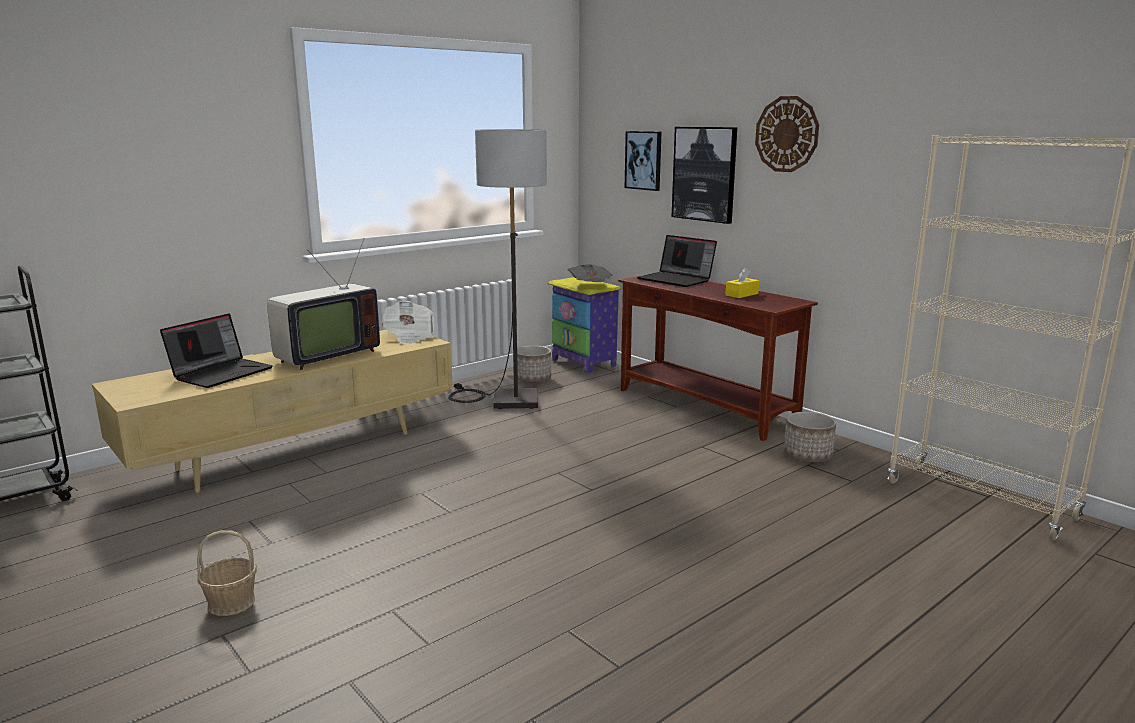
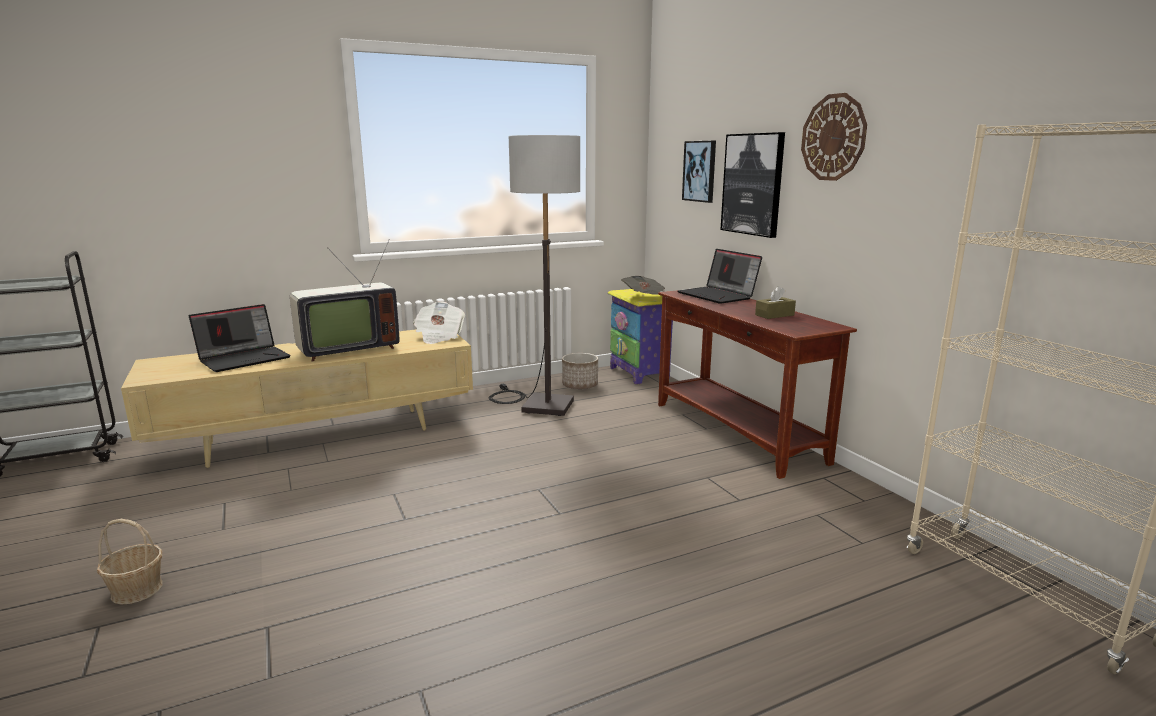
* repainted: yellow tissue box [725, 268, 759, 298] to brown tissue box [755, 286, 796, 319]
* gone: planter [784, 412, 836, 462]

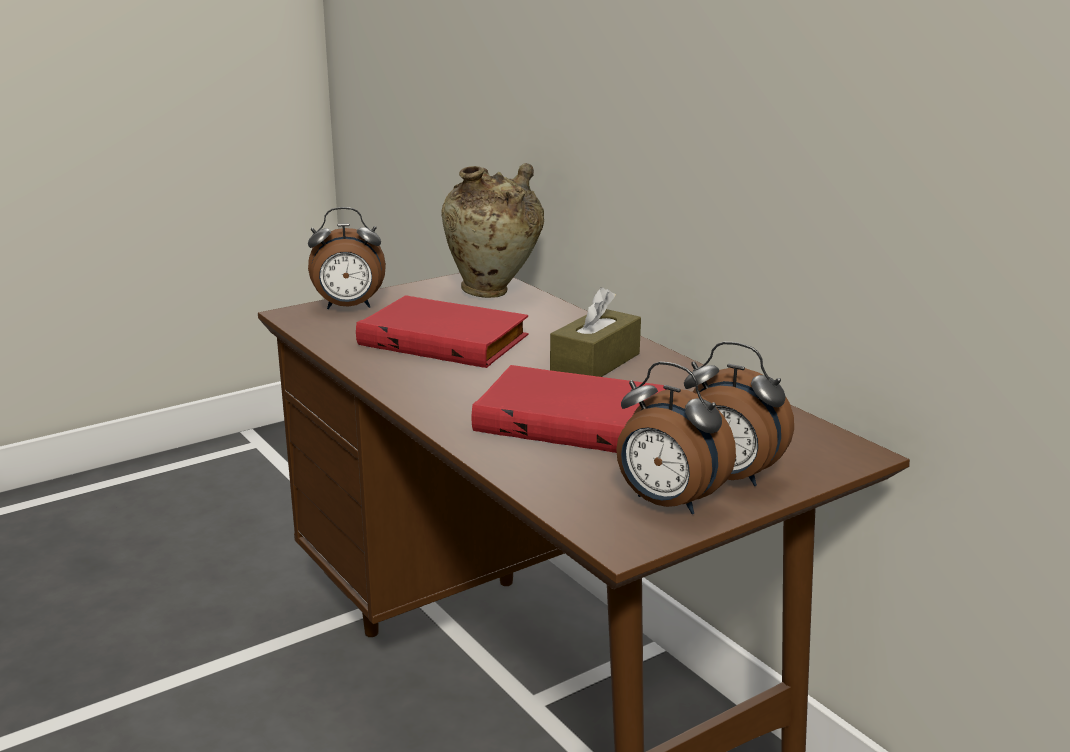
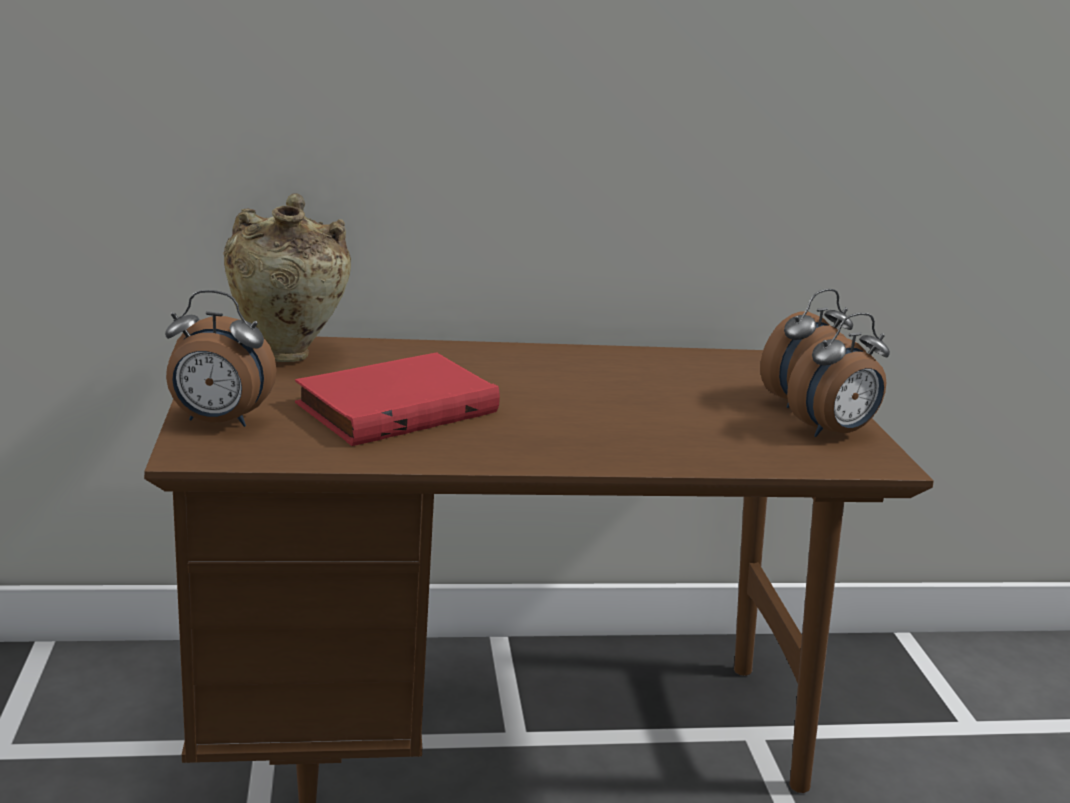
* rotated: alarm clock [308, 207, 386, 309] = [165, 290, 277, 427] 75 degrees clockwise
* gone: red book [472, 365, 666, 453]
* gone: brown tissue box [550, 287, 641, 377]

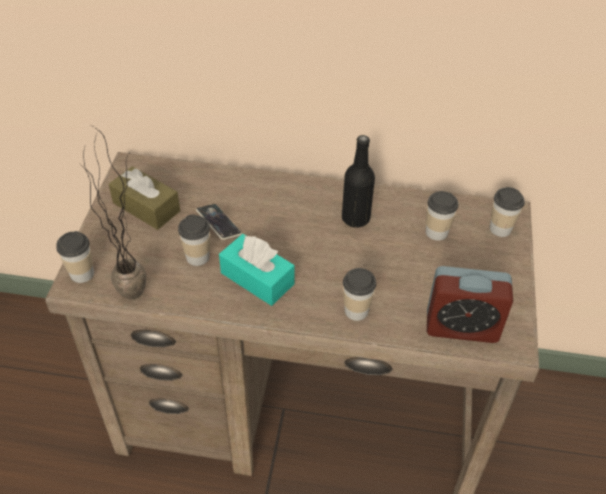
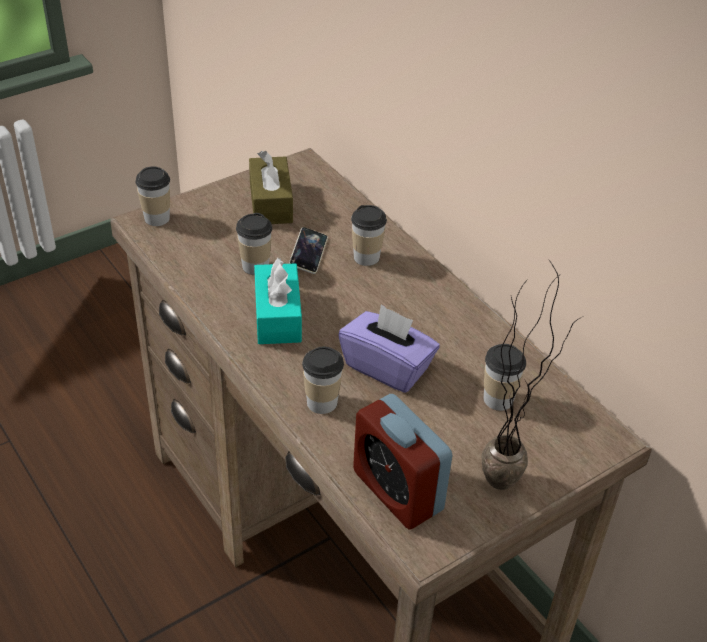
* shifted: potted plant [80, 127, 146, 300] to [482, 260, 582, 490]
* gone: black bottle [342, 135, 375, 228]
* shifted: cup [490, 187, 525, 237] to [351, 205, 387, 266]
* new: purple tissue box [338, 304, 440, 393]

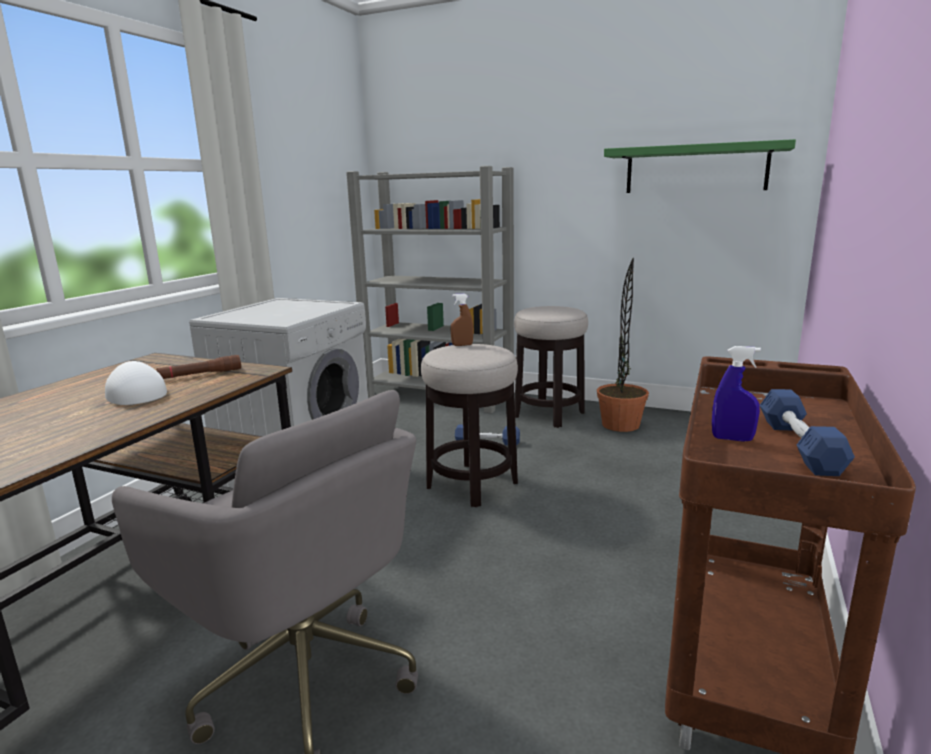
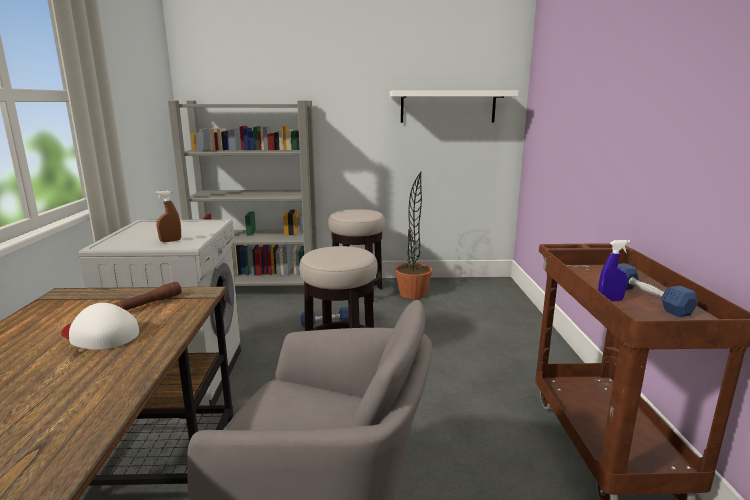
* shifted: brown spray bottle [450, 294, 473, 346] to [155, 190, 181, 242]
* repainted: green shelf [604, 139, 796, 193] to white shelf [390, 90, 519, 123]

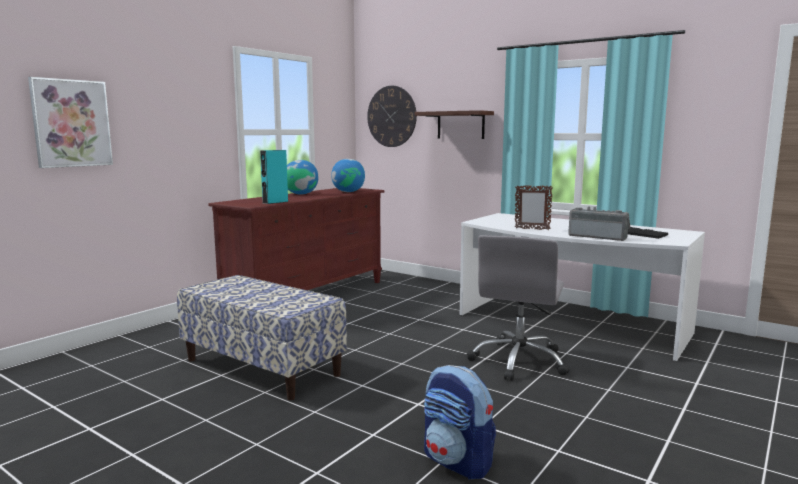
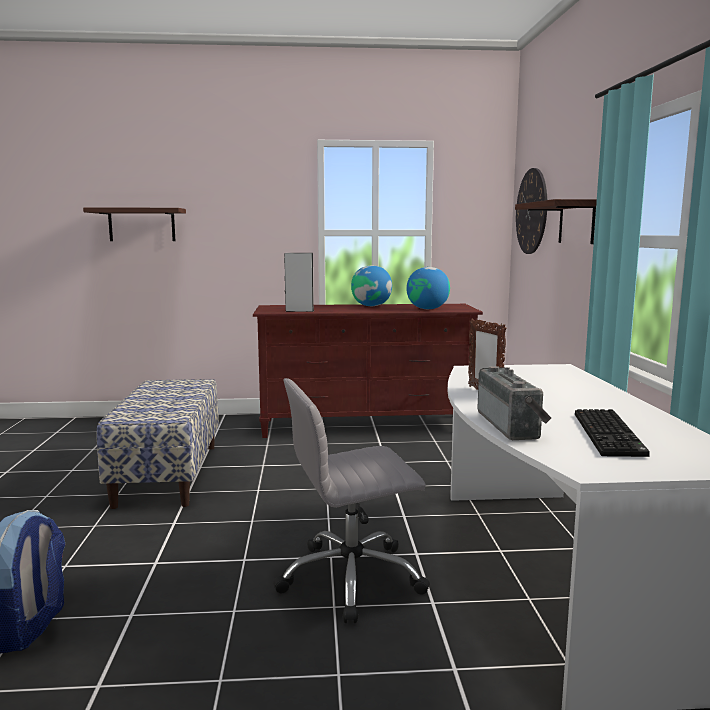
* swapped: picture [28, 77, 113, 168] to shelf [83, 207, 186, 241]
* repainted: turquoise speaker [260, 150, 288, 204] to grey speaker [284, 253, 314, 312]

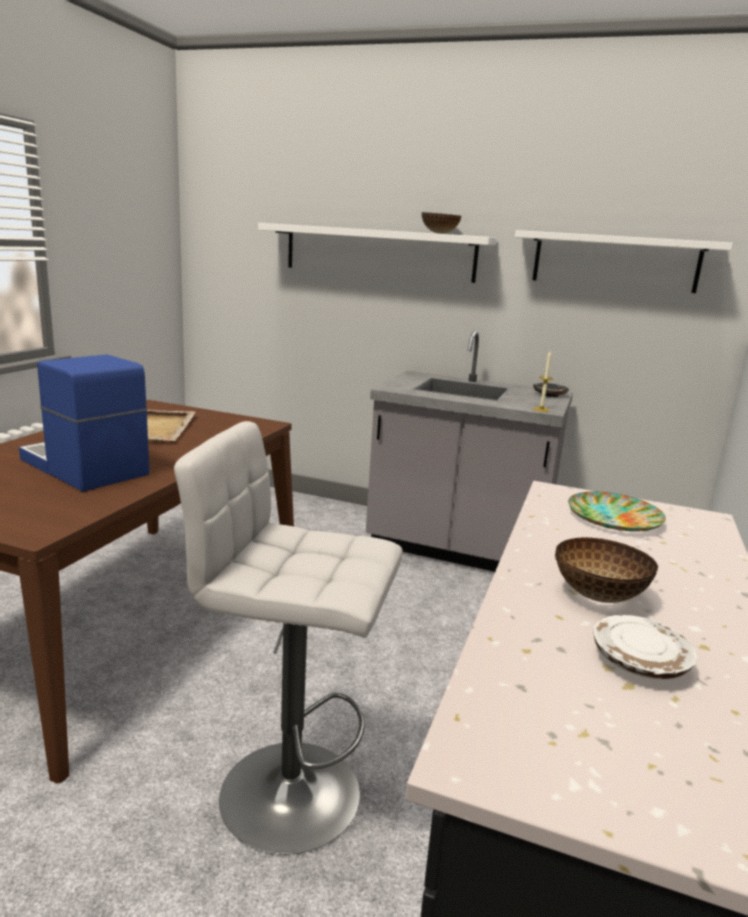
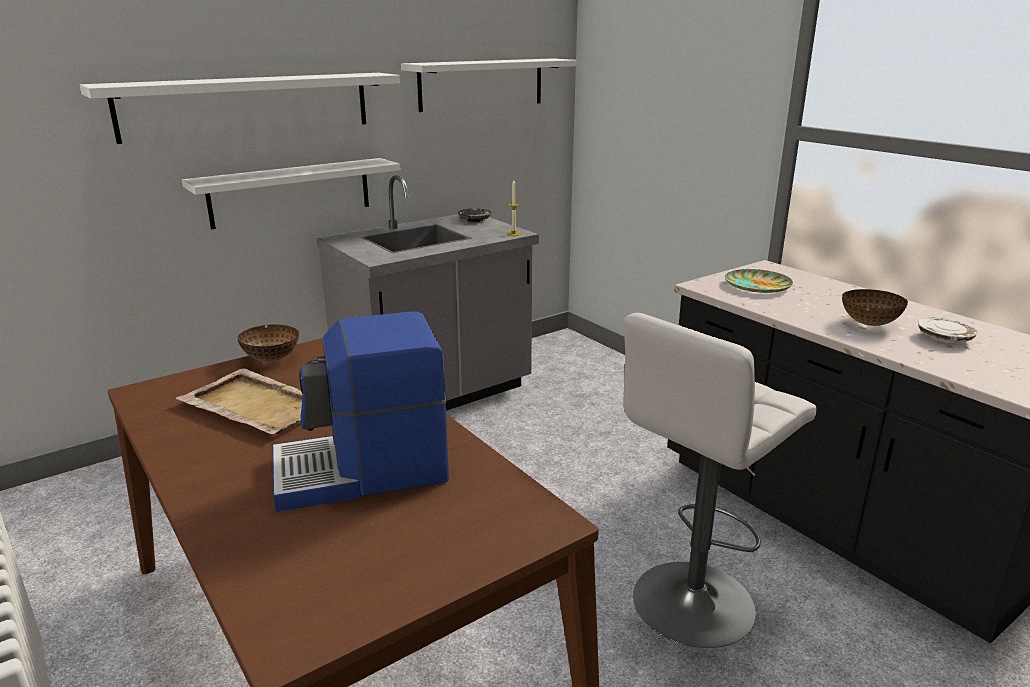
* shifted: bowl [422, 212, 461, 234] to [237, 324, 299, 362]
* new: white shelf [182, 158, 400, 230]

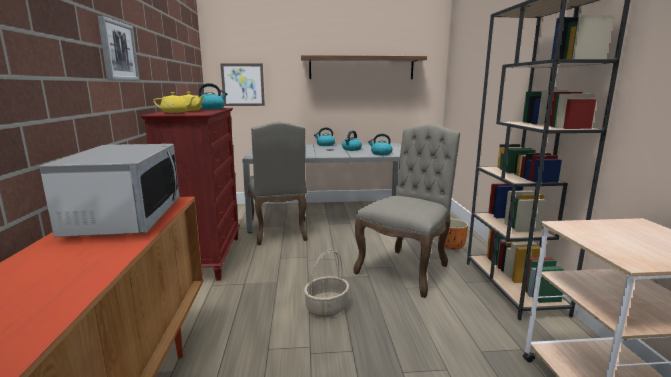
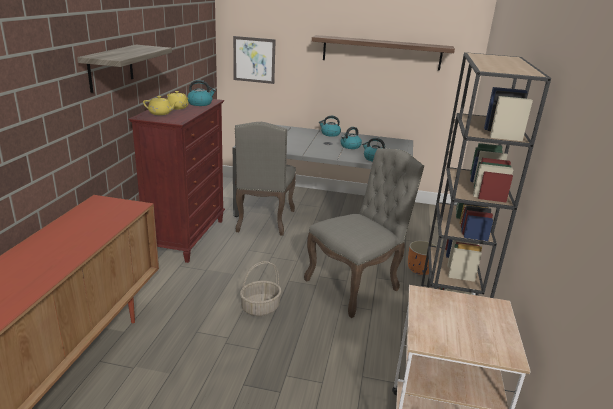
* gone: microwave [39, 144, 180, 237]
* swapped: picture [98, 16, 140, 81] to shelf [77, 45, 172, 93]

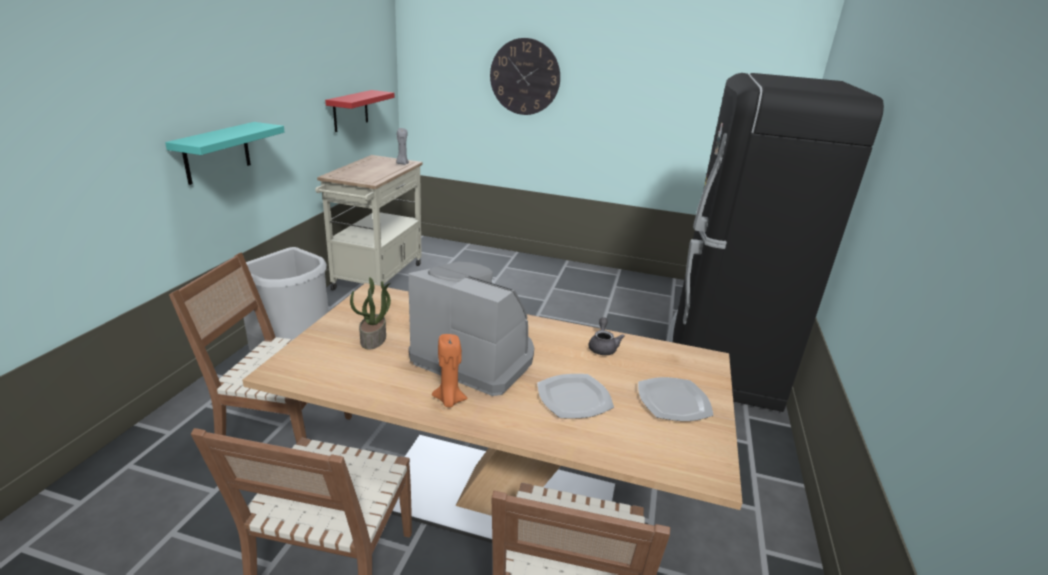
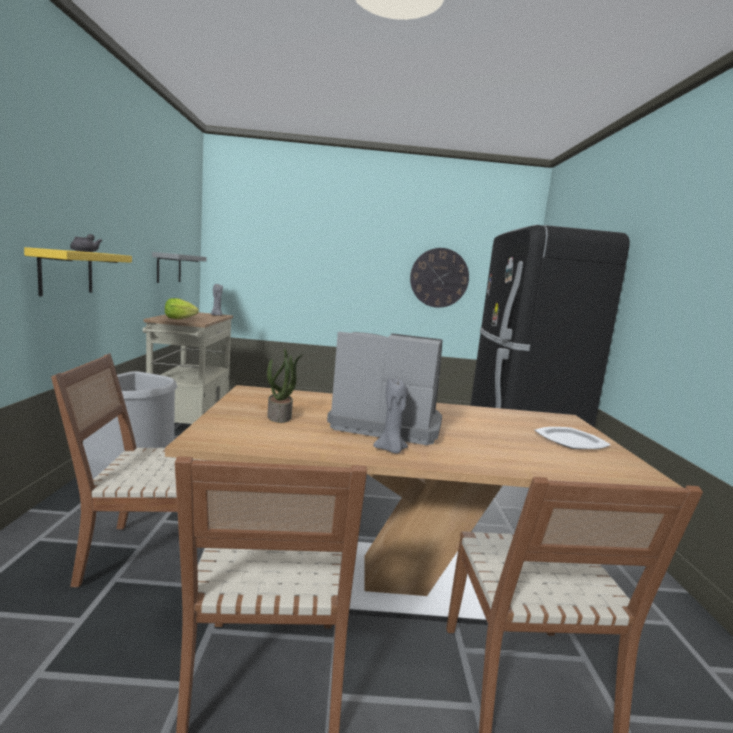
* repainted: turquoise shelf [165, 122, 285, 185] to yellow shelf [24, 247, 132, 296]
* repainted: red shelf [325, 90, 394, 132] to grey shelf [152, 252, 207, 283]
* repainted: orange candle [432, 334, 467, 408] to grey candle [373, 378, 408, 453]
* shifted: wall clock [490, 38, 560, 115] to [410, 248, 469, 308]
* gone: plate [537, 374, 614, 418]
* shifted: grey teapot [589, 317, 625, 355] to [70, 234, 103, 252]
* new: lettuce [165, 298, 199, 319]

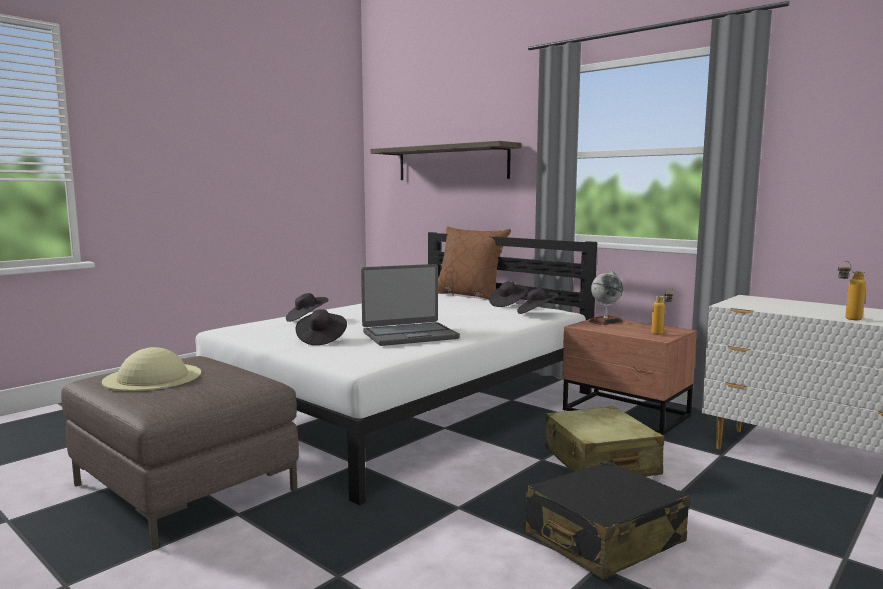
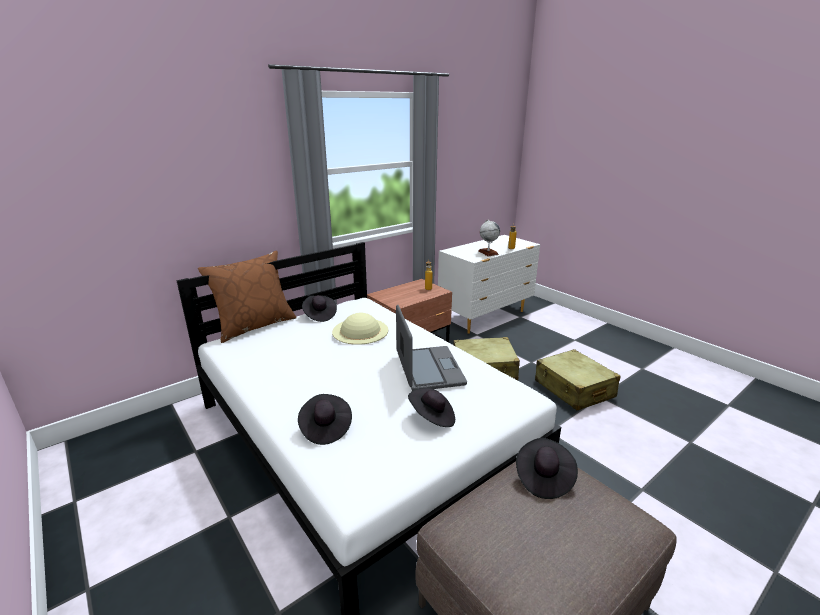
* shifted: beige hat [102, 347, 201, 391] to [332, 313, 388, 345]
* gone: shelf [371, 141, 521, 180]
* shifted: black hat [517, 288, 559, 314] to [516, 438, 578, 499]
* repainted: black suitcase [525, 461, 689, 580] to beige suitcase [535, 349, 621, 410]
* shifted: globe [589, 271, 623, 325] to [478, 219, 500, 256]

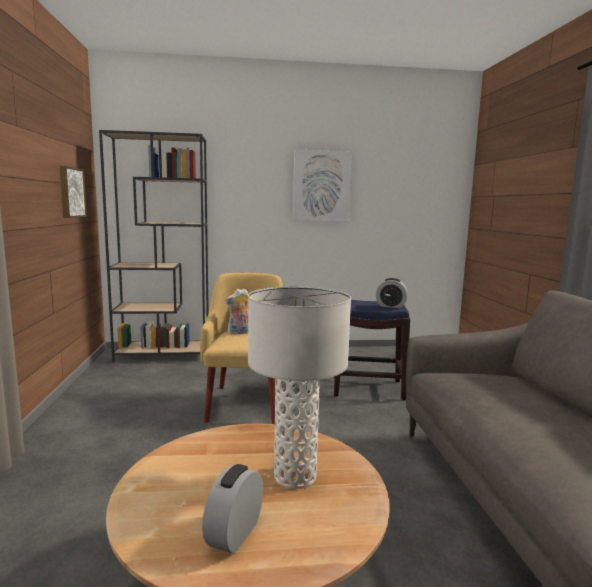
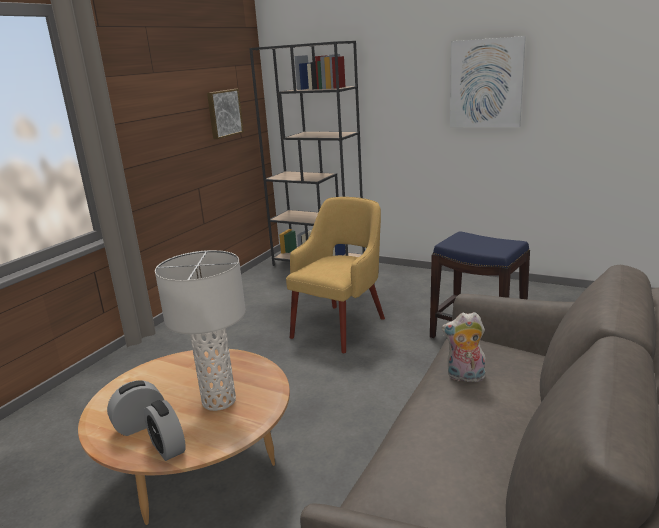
* shifted: plush toy [225, 289, 248, 334] to [442, 312, 486, 382]
* shifted: alarm clock [376, 278, 408, 308] to [144, 400, 186, 461]

